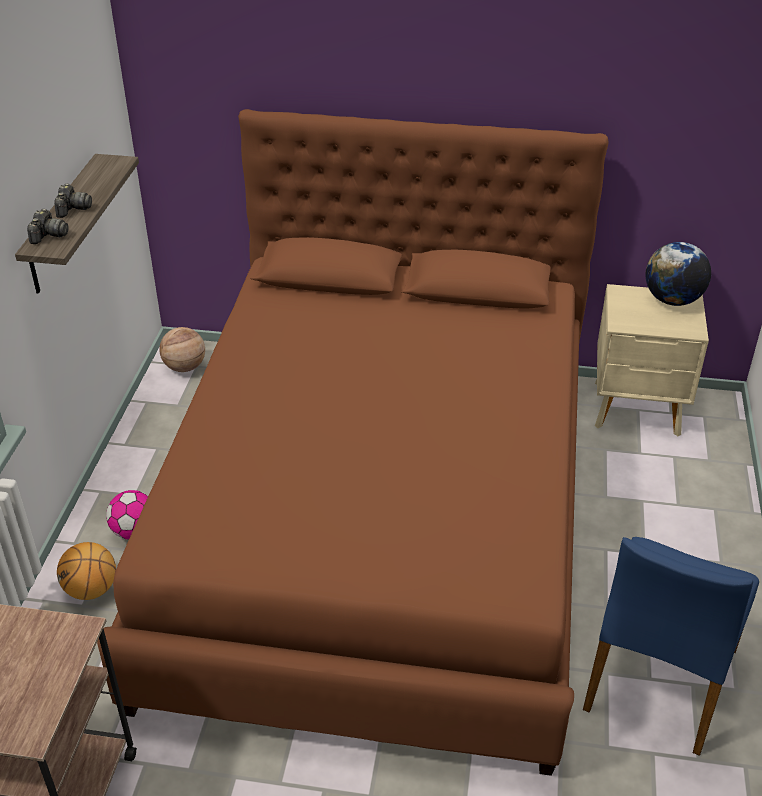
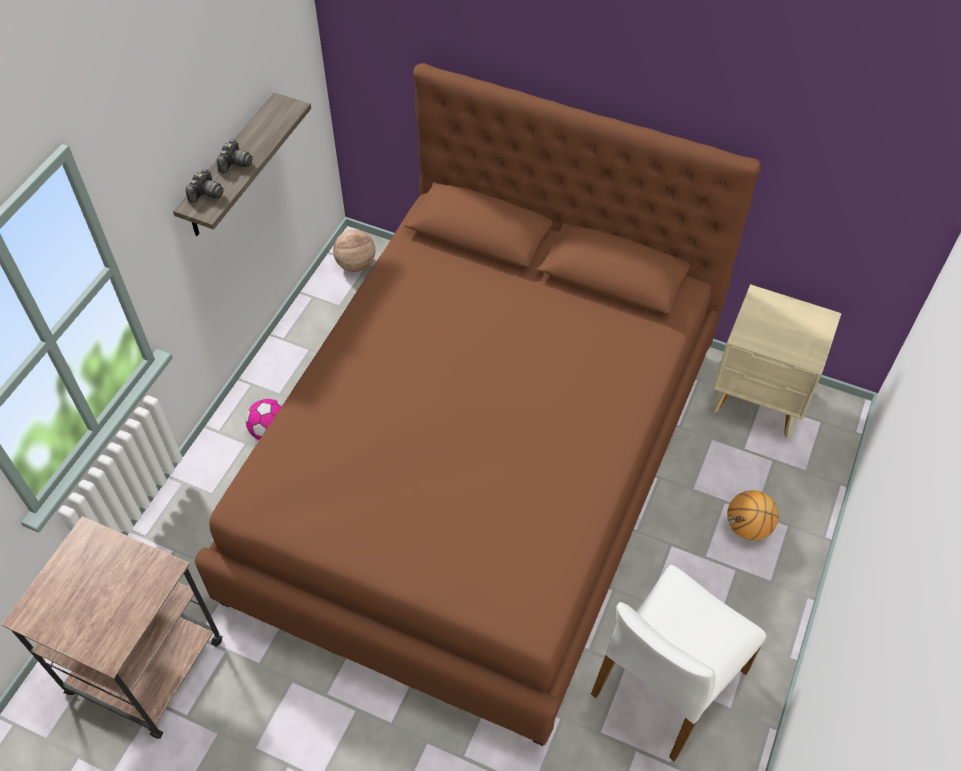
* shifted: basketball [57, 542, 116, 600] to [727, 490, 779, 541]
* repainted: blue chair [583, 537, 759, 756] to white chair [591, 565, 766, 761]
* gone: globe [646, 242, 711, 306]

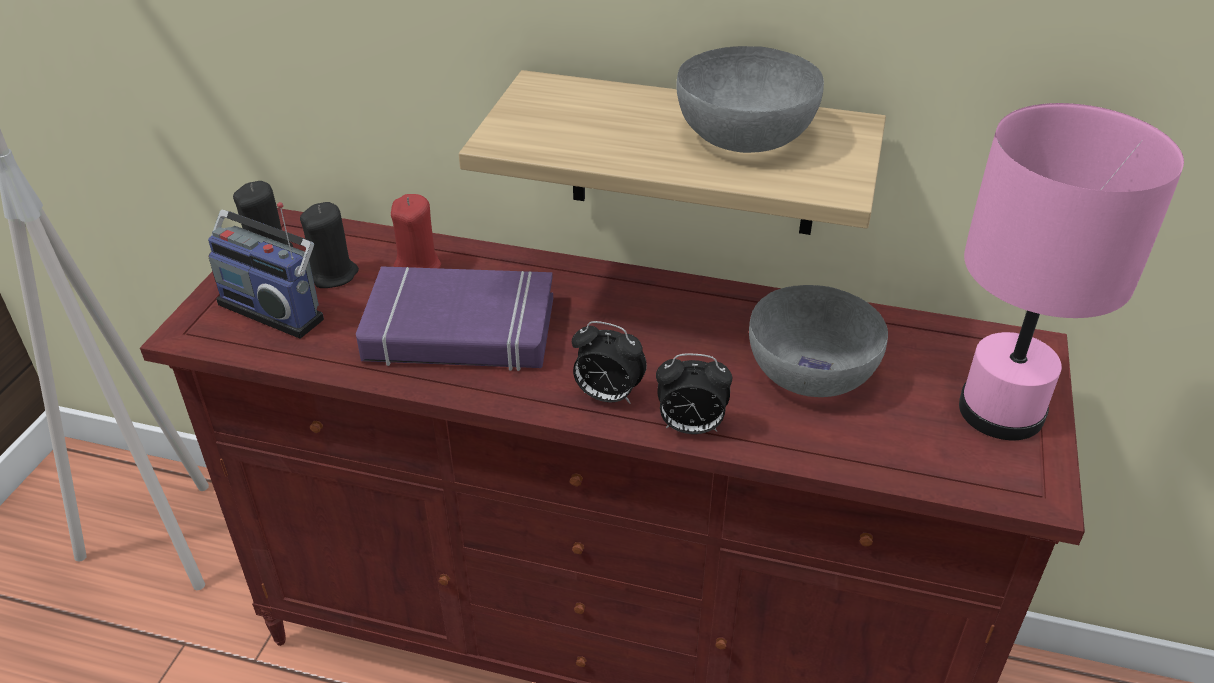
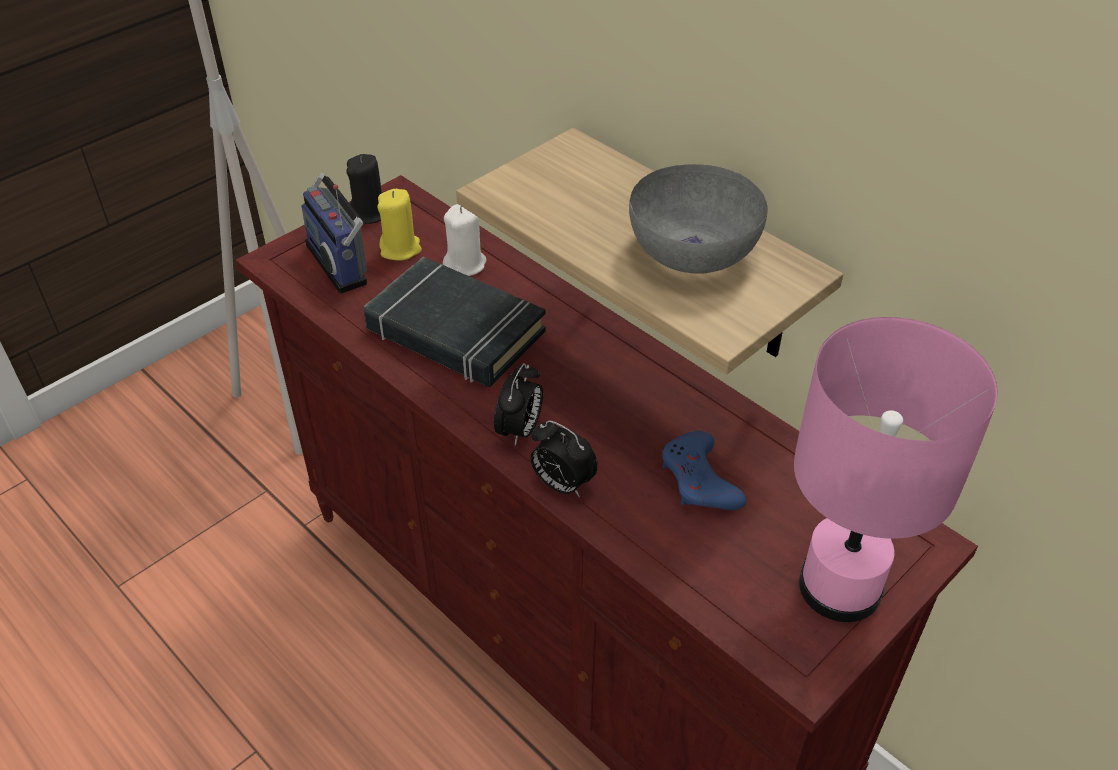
* repainted: black candle [300, 202, 359, 288] to yellow candle [377, 189, 422, 261]
* repainted: purple book [356, 266, 553, 371] to black book [363, 256, 546, 387]
* repainted: red candle [391, 194, 441, 268] to white candle [443, 204, 486, 276]
* rotated: alarm clock [572, 321, 647, 404] = [494, 363, 543, 446] 120 degrees counterclockwise
* swapped: grey bowl [749, 285, 888, 397] to blue game controller [662, 431, 747, 510]

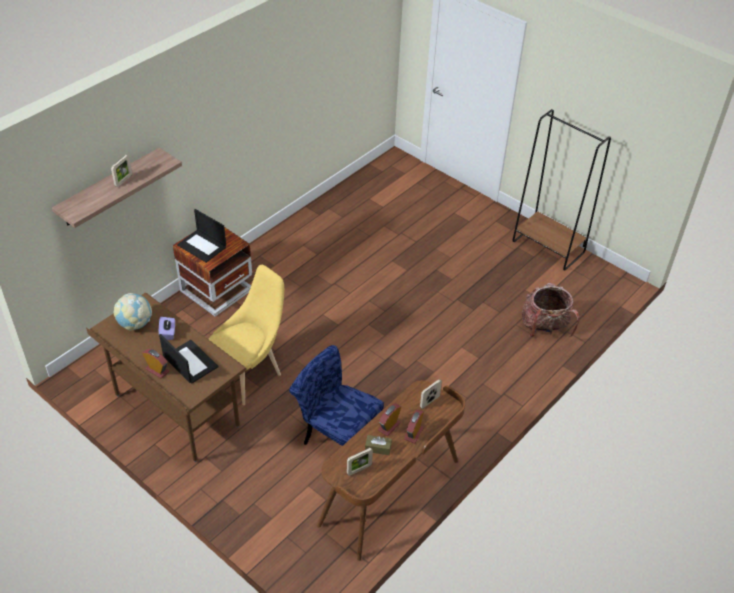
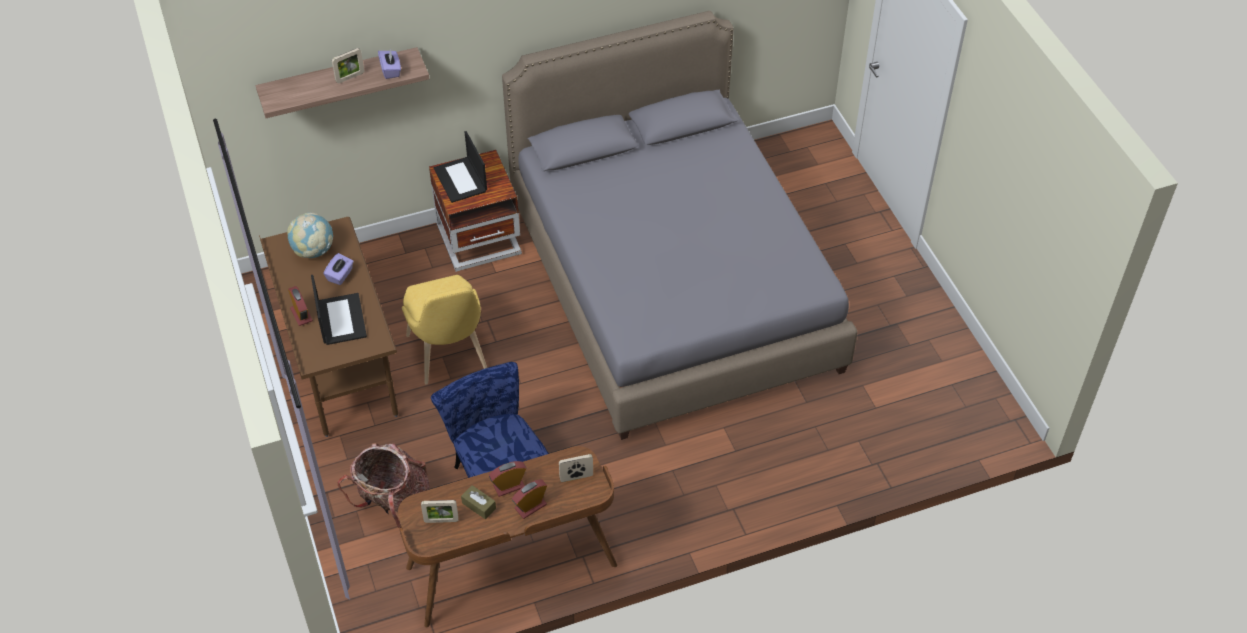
* rotated: yellow chair [208, 265, 284, 405] = [402, 275, 487, 384] 90 degrees clockwise
* gone: clothes rack [513, 109, 611, 271]
* shifted: backpack [522, 282, 580, 337] to [338, 443, 430, 528]
* new: purple tissue box [378, 50, 401, 79]
* new: grey bed [502, 11, 857, 440]

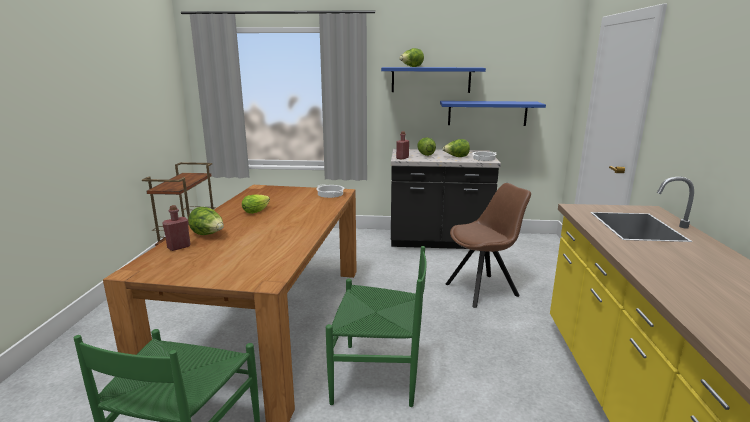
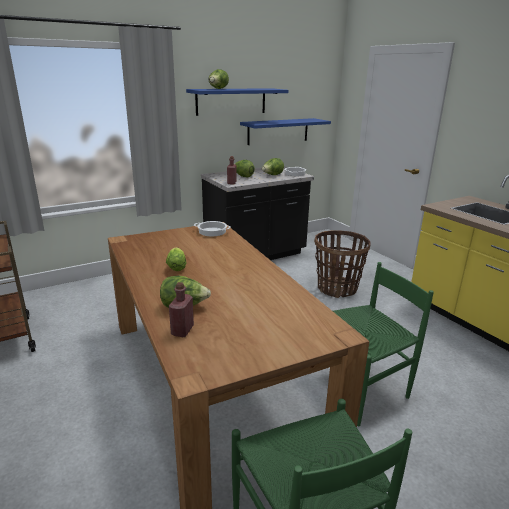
* swapped: brown chair [445, 183, 531, 308] to basket [314, 231, 371, 298]

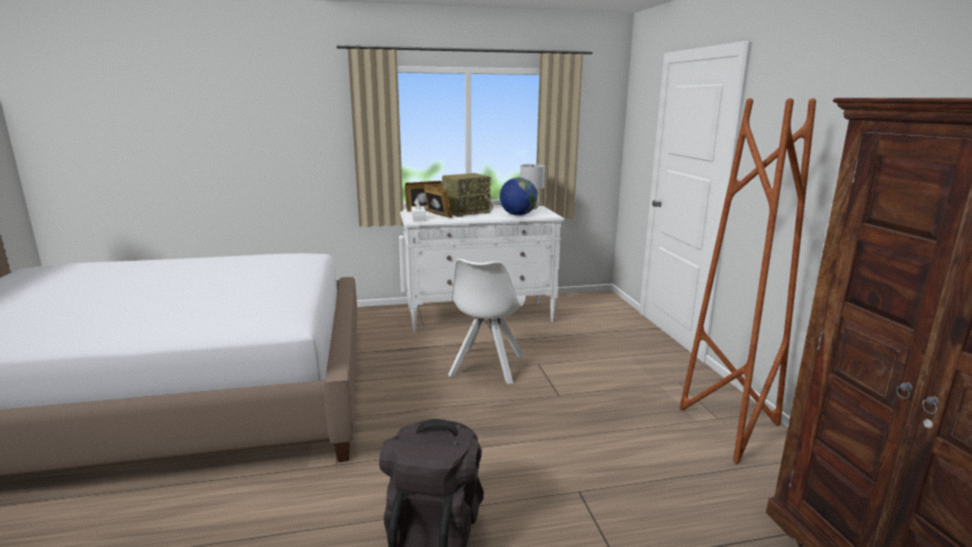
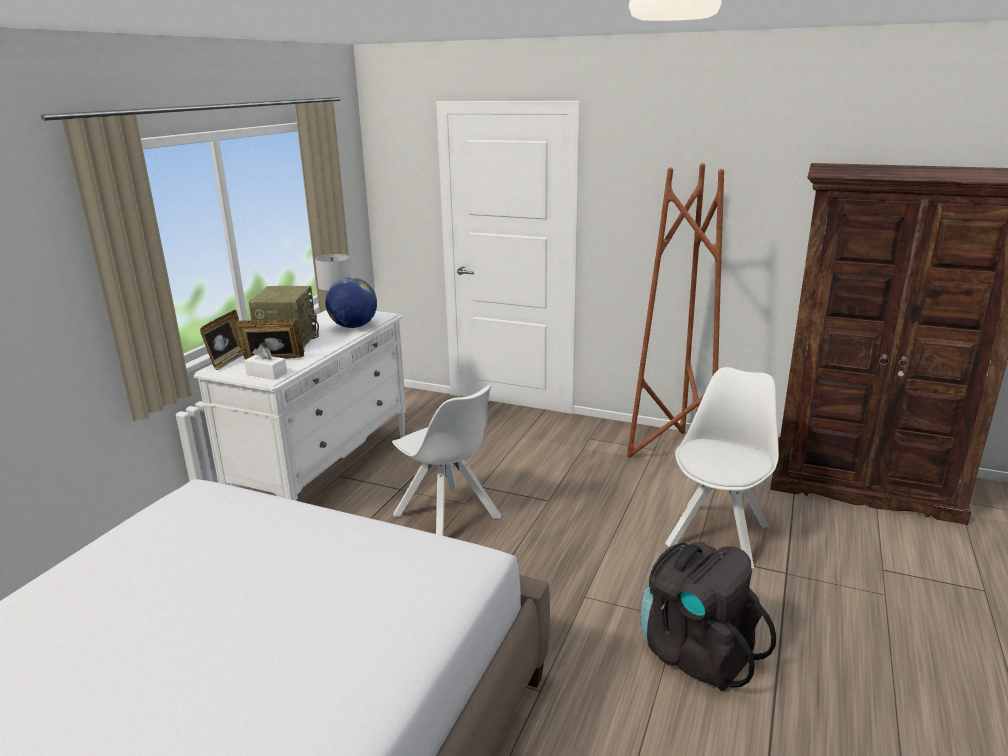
* new: white chair [665, 367, 779, 568]

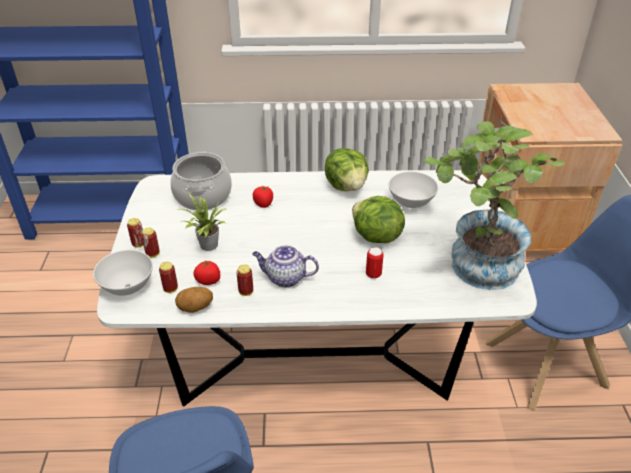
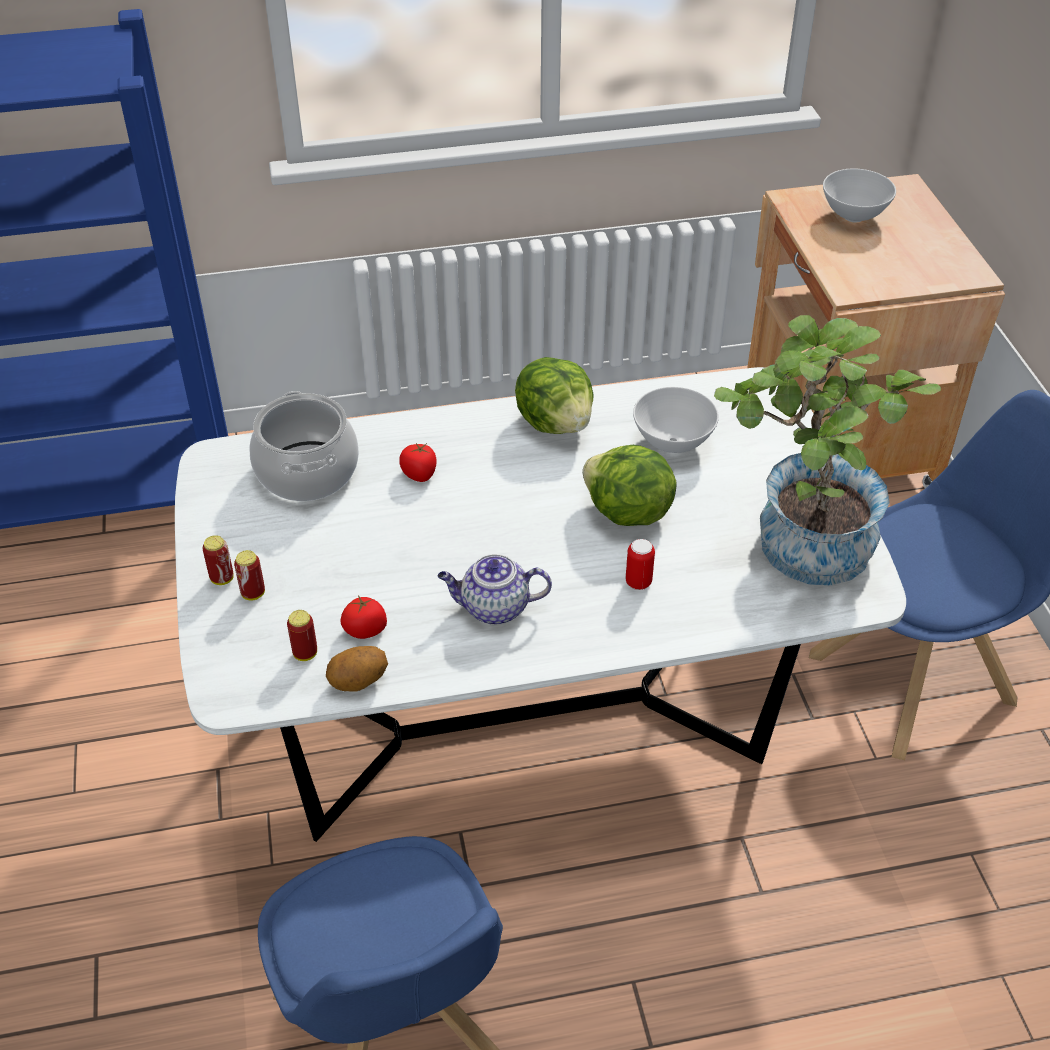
* shifted: white bowl [93, 250, 153, 296] to [823, 169, 896, 222]
* gone: potted plant [178, 194, 226, 251]
* gone: can [236, 265, 253, 296]

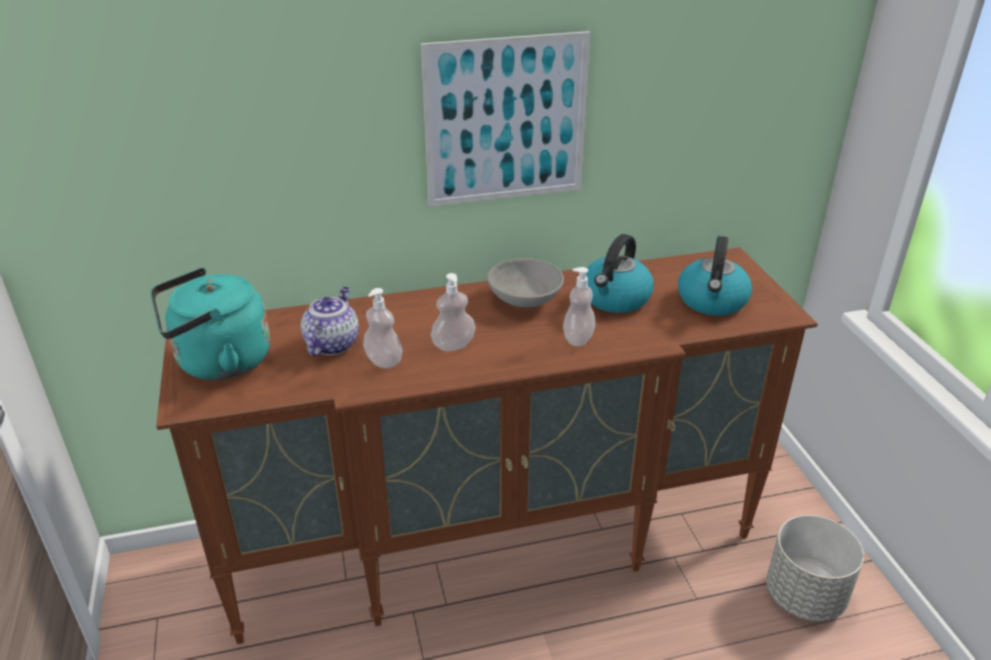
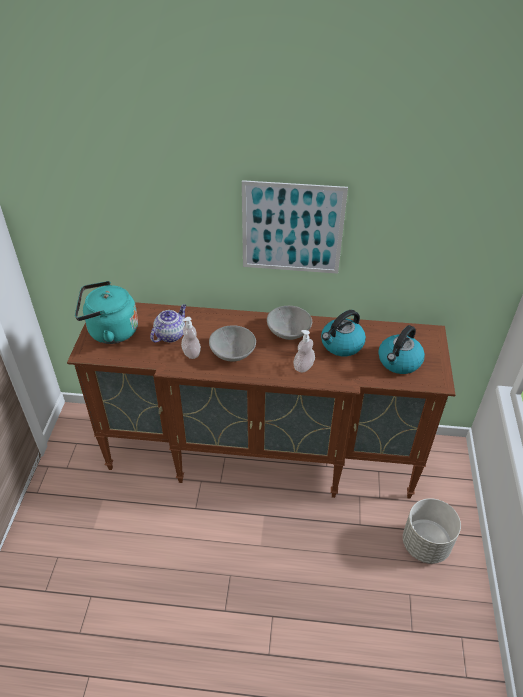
* swapped: soap dispenser [431, 273, 476, 351] to grey bowl [209, 325, 256, 362]

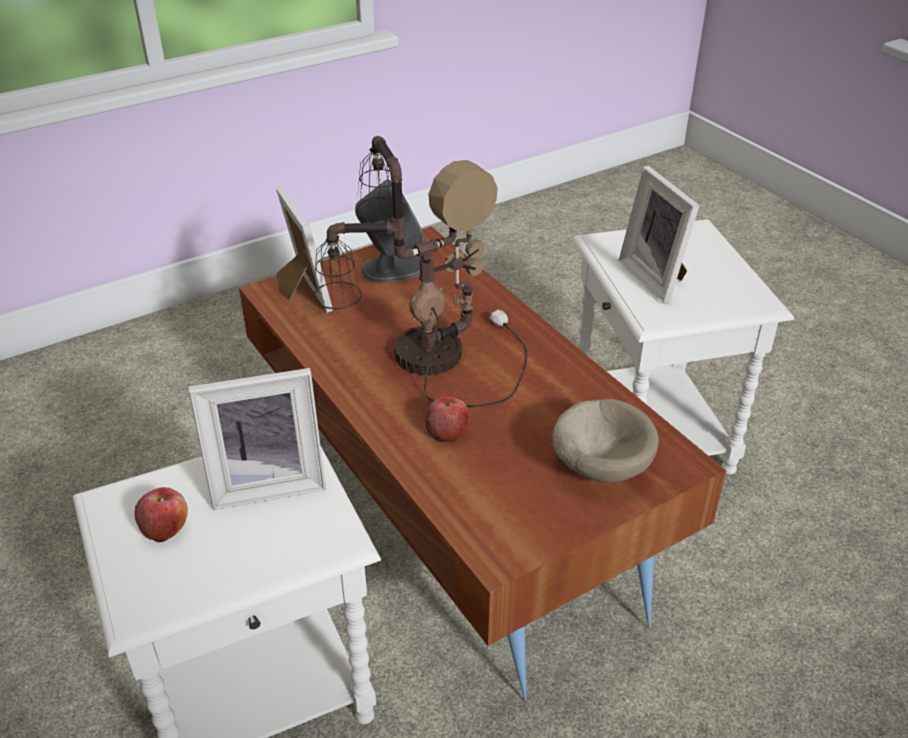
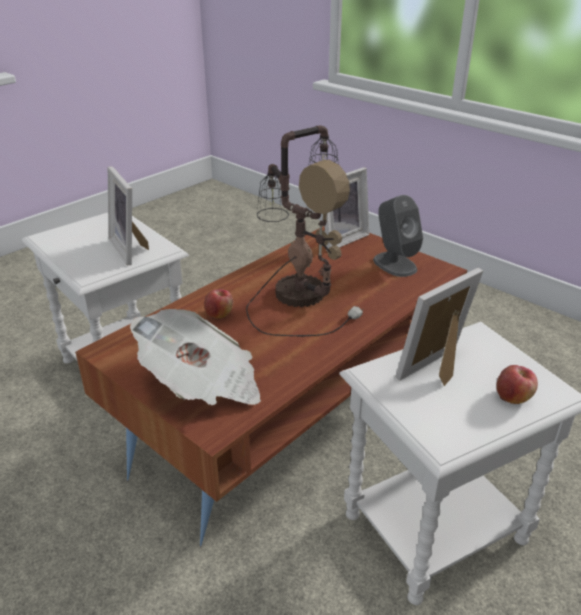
* shifted: apple [134, 487, 188, 543] to [496, 365, 538, 404]
* swapped: beige bowl [553, 399, 659, 483] to newspaper [130, 309, 261, 405]

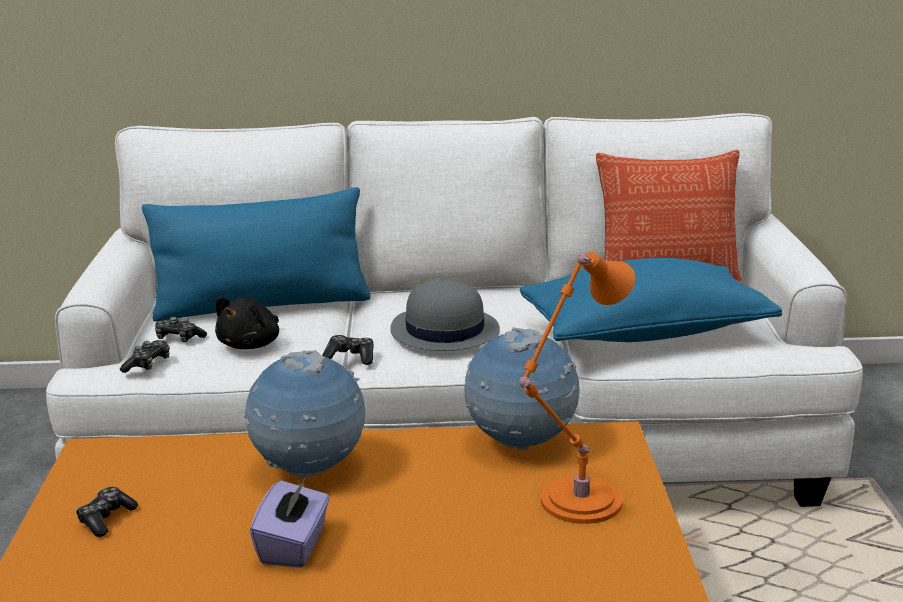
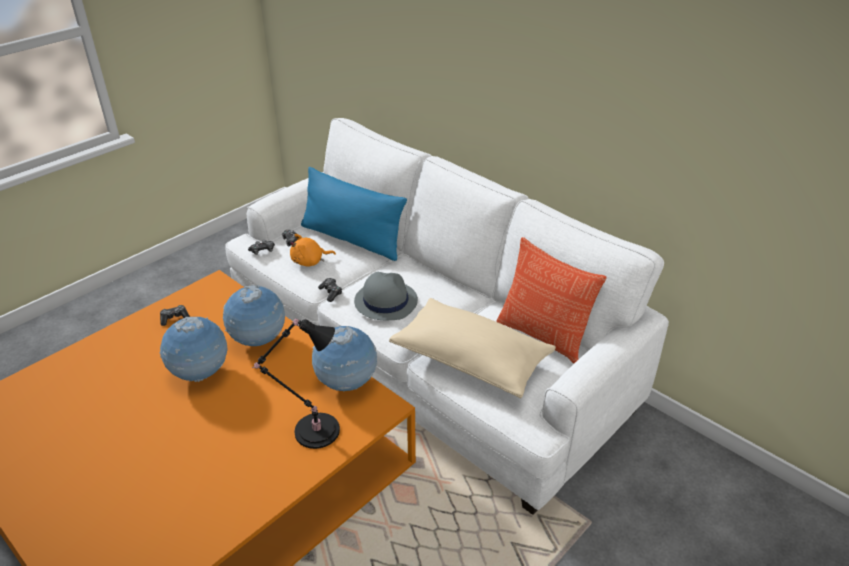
* repainted: black plush toy [215, 297, 279, 349] to orange plush toy [290, 234, 336, 266]
* swapped: purple tissue box [250, 477, 330, 568] to globe [160, 317, 228, 382]
* repainted: orange table lamp [519, 252, 635, 524] to black table lamp [252, 319, 340, 449]
* repainted: blue pillow [520, 258, 782, 342] to beige pillow [389, 298, 556, 398]

